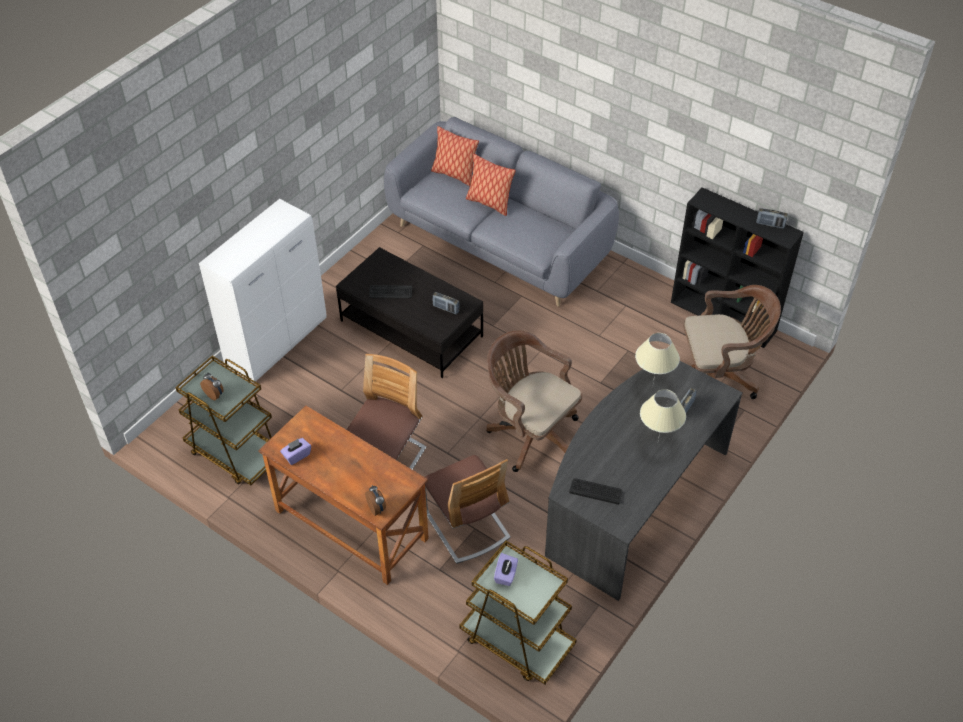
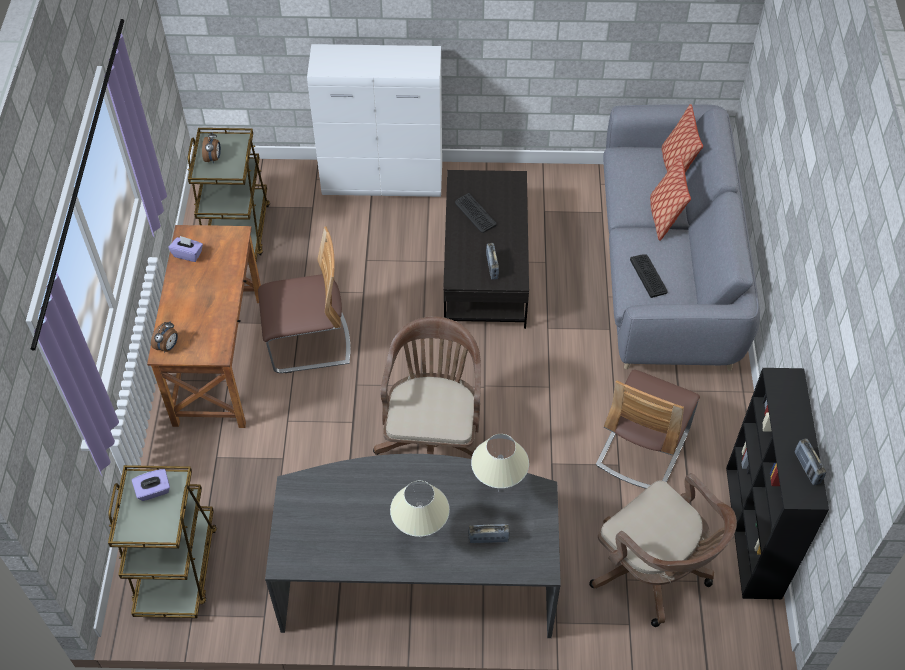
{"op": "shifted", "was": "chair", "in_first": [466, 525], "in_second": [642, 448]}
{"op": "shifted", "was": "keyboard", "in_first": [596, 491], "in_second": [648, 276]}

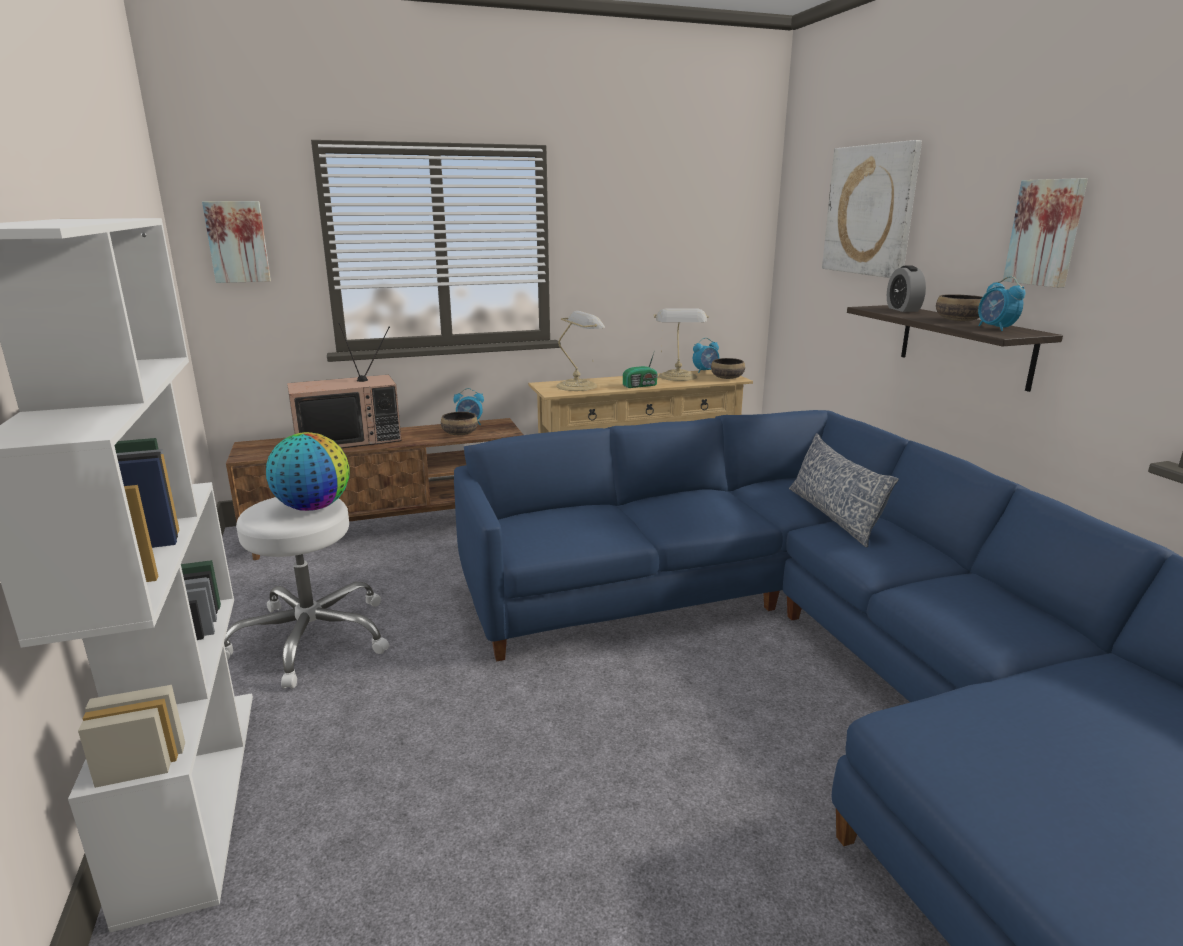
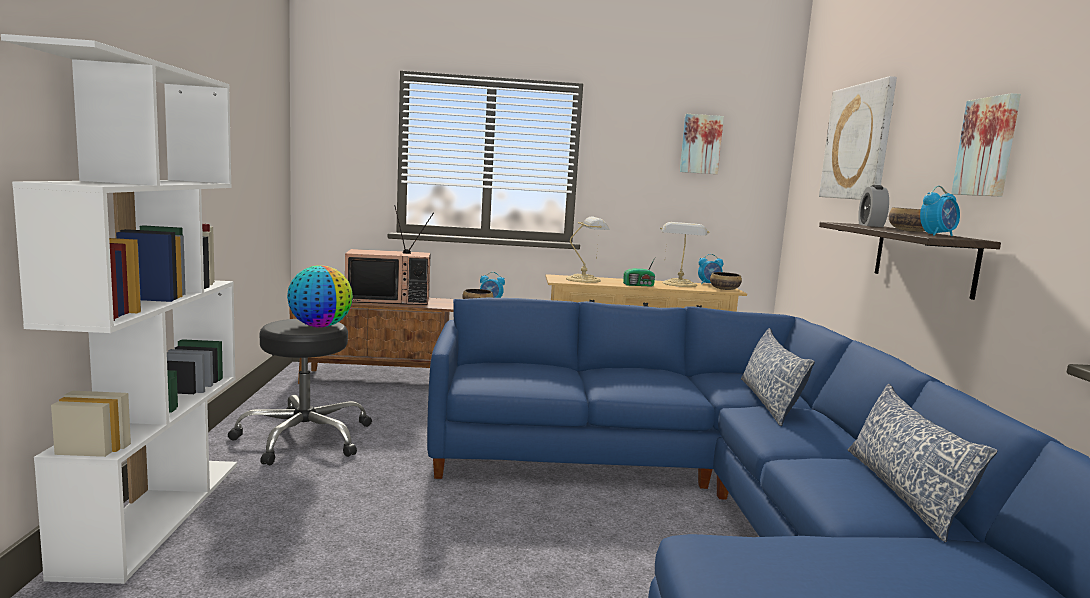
{"op": "new", "now": "pillow", "in_second": [903, 491]}
{"op": "shifted", "was": "picture", "in_first": [238, 242], "in_second": [700, 144]}
{"op": "repainted", "was": "white stool", "now": "black stool", "in_first": [311, 639], "in_second": [304, 438]}
{"op": "rotated", "was": "alarm clock", "in_first": [995, 328], "in_second": [937, 235], "clockwise": -120}

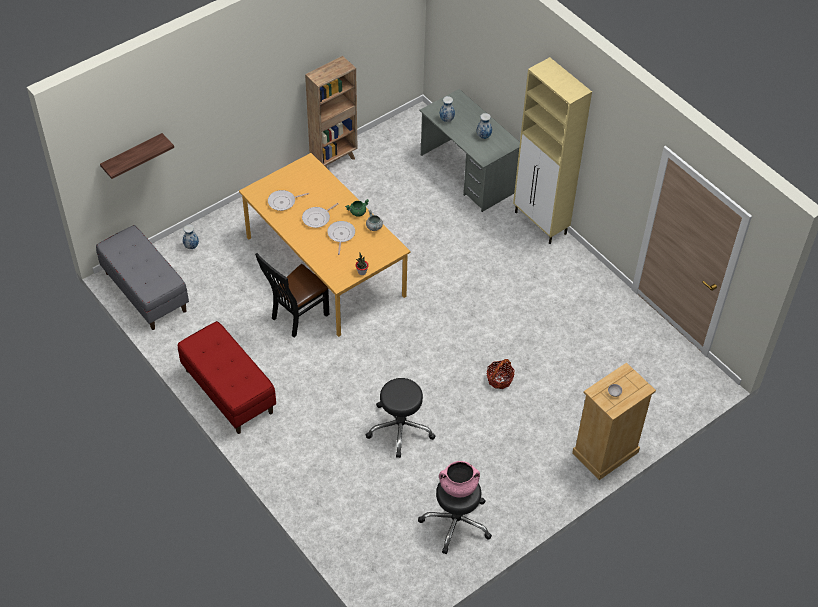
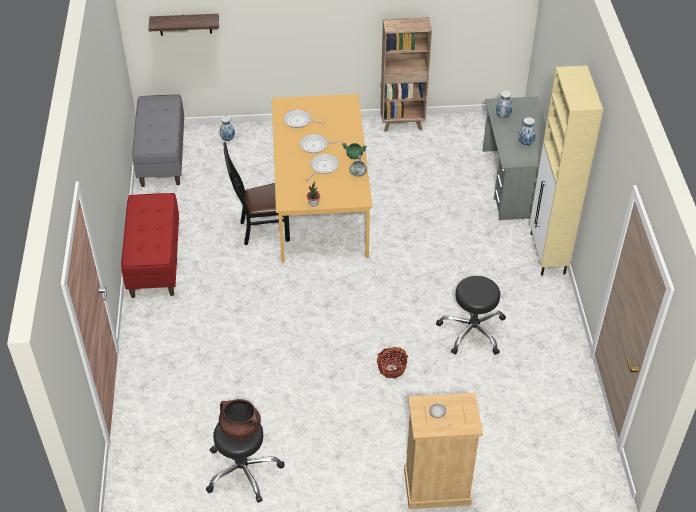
{"op": "shifted", "was": "black stool", "in_first": [400, 427], "in_second": [472, 330]}
{"op": "repainted", "was": "pink cooking pot", "now": "brown cooking pot", "in_first": [458, 486], "in_second": [240, 428]}

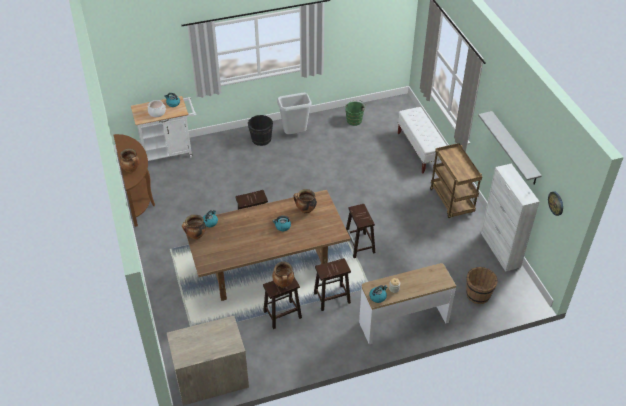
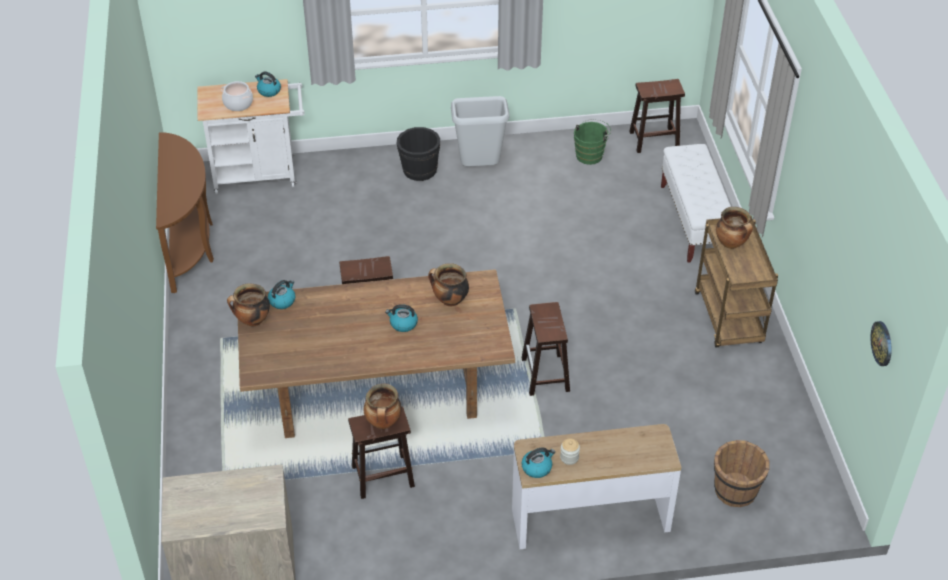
{"op": "gone", "was": "grey shelf", "in_first": [514, 148]}
{"op": "gone", "was": "white cabinet", "in_first": [500, 250]}
{"op": "shifted", "was": "cooking pot", "in_first": [131, 169], "in_second": [732, 243]}
{"op": "shifted", "was": "brown stool", "in_first": [331, 298], "in_second": [653, 140]}

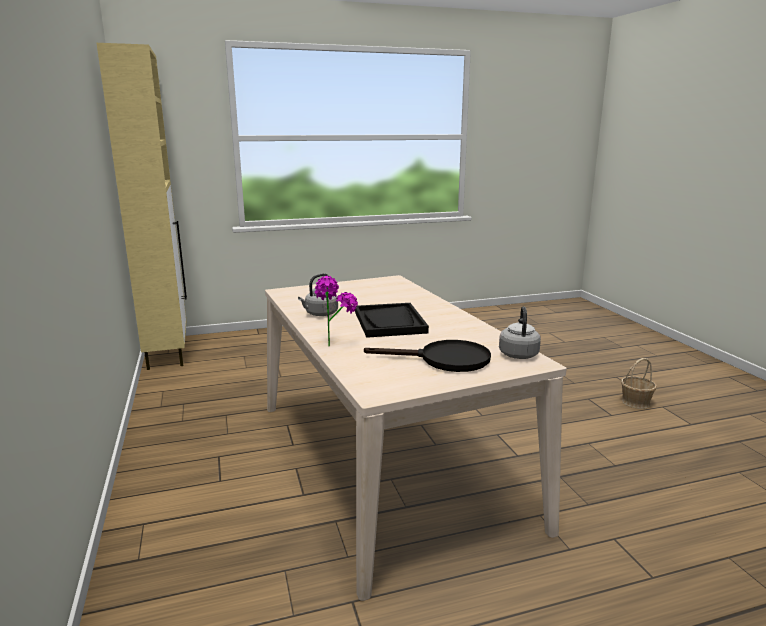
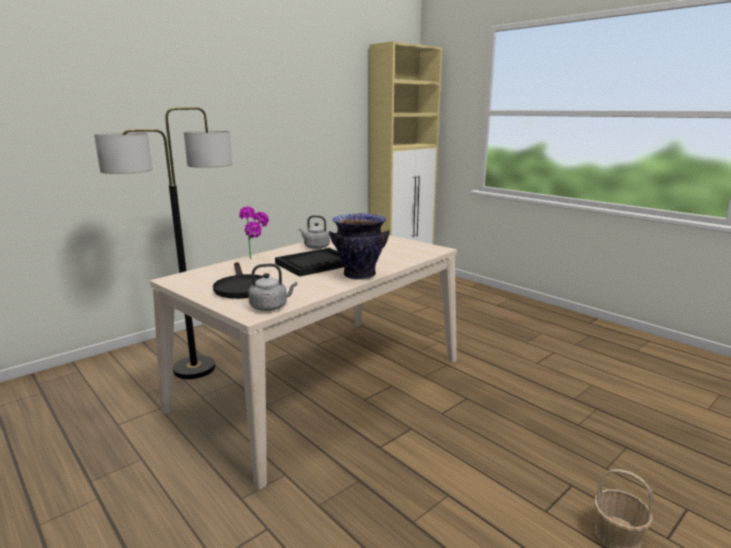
{"op": "new", "now": "floor lamp", "in_second": [194, 369]}
{"op": "new", "now": "vase", "in_second": [359, 275]}

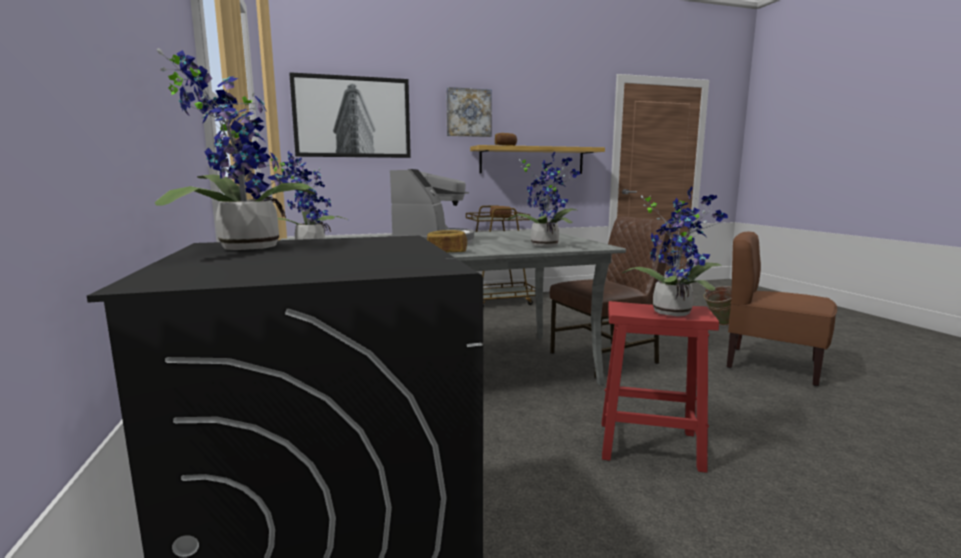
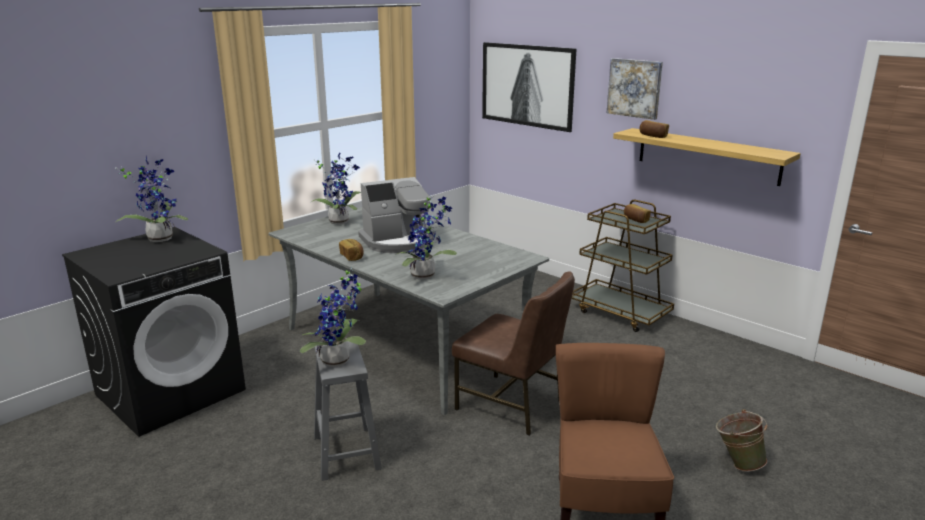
{"op": "repainted", "was": "red stool", "now": "grey stool", "in_first": [647, 445], "in_second": [346, 451]}

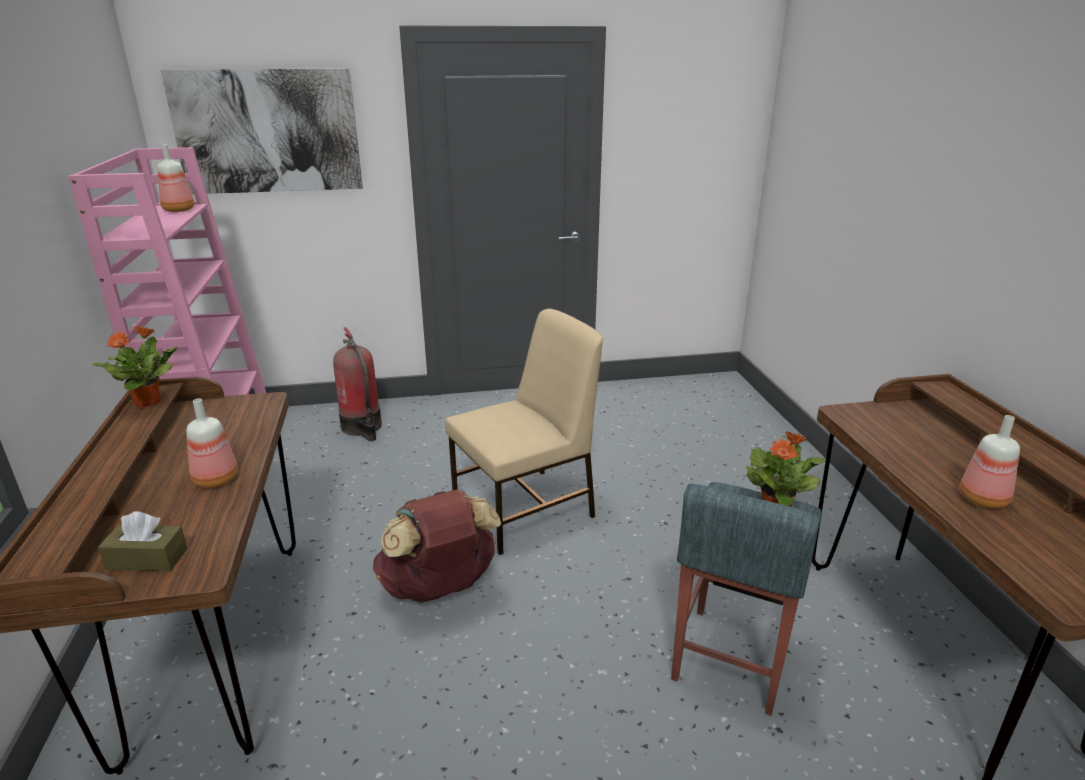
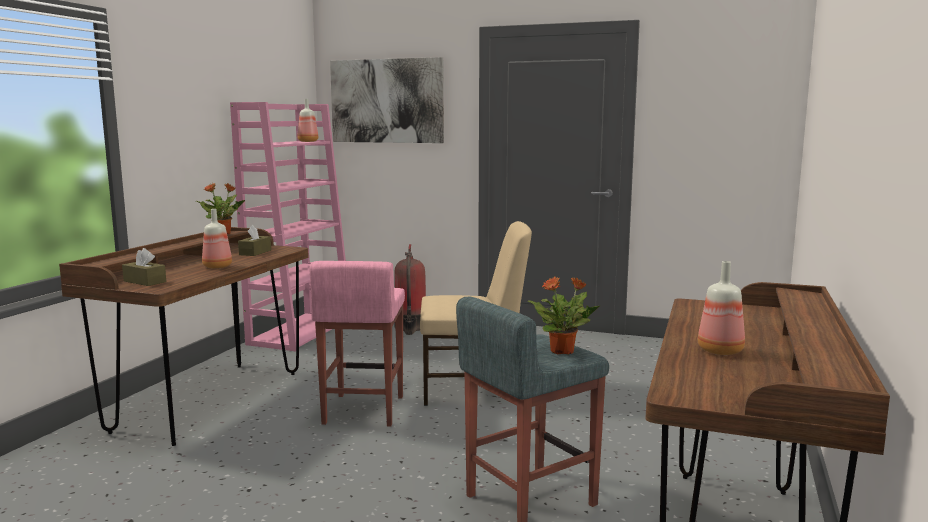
{"op": "new", "now": "brown tissue box", "in_second": [255, 252]}
{"op": "swapped", "was": "brown backpack", "now": "pink stool", "in_first": [439, 588], "in_second": [363, 410]}

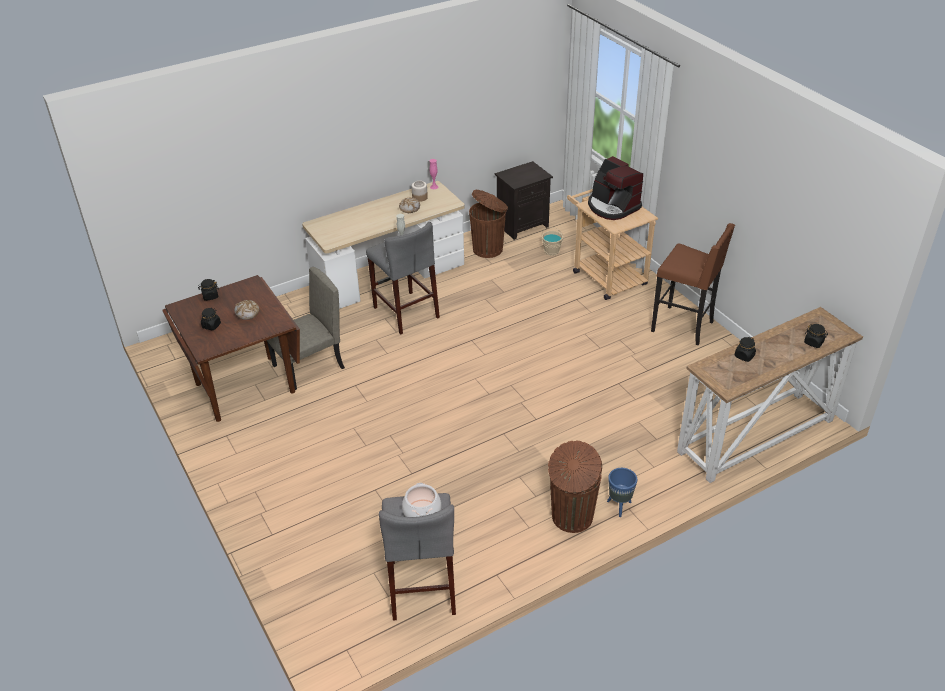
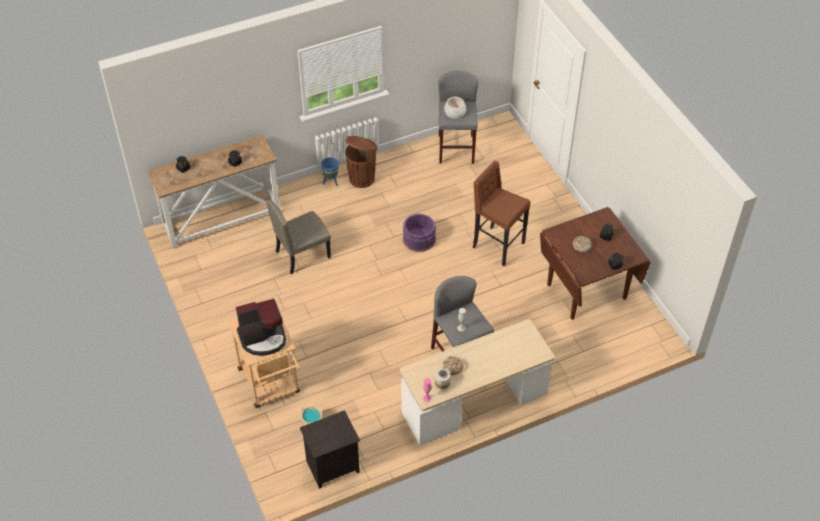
{"op": "gone", "was": "brown trash can", "in_first": [488, 249]}
{"op": "new", "now": "purple bucket", "in_second": [419, 239]}
{"op": "shifted", "was": "beige chair", "in_first": [309, 367], "in_second": [302, 254]}
{"op": "shifted", "was": "brown stool", "in_first": [684, 326], "in_second": [497, 245]}
{"op": "rotated", "was": "coffee machine", "in_first": [612, 207], "in_second": [263, 338], "clockwise": 105}

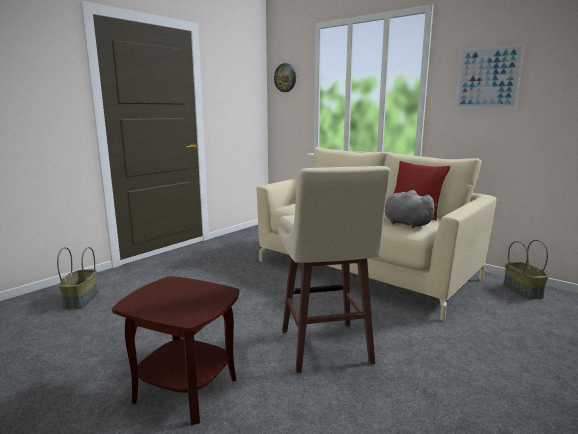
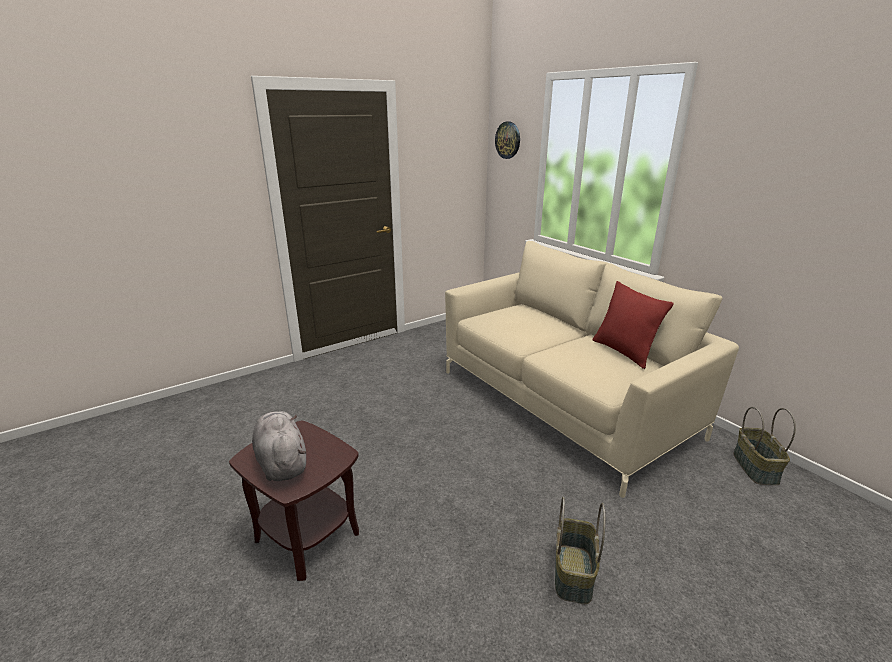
{"op": "gone", "was": "beige stool", "in_first": [325, 348]}
{"op": "gone", "was": "picture", "in_first": [487, 78]}
{"op": "shifted", "was": "basket", "in_first": [81, 300], "in_second": [574, 574]}
{"op": "shifted", "was": "grey plush toy", "in_first": [405, 223], "in_second": [281, 462]}

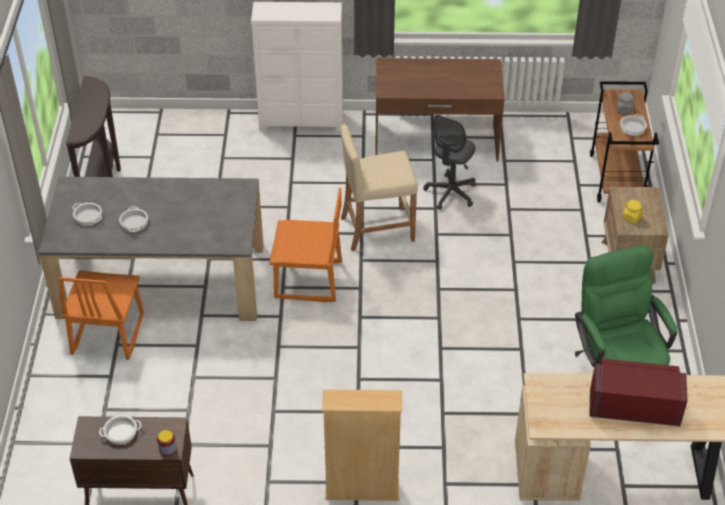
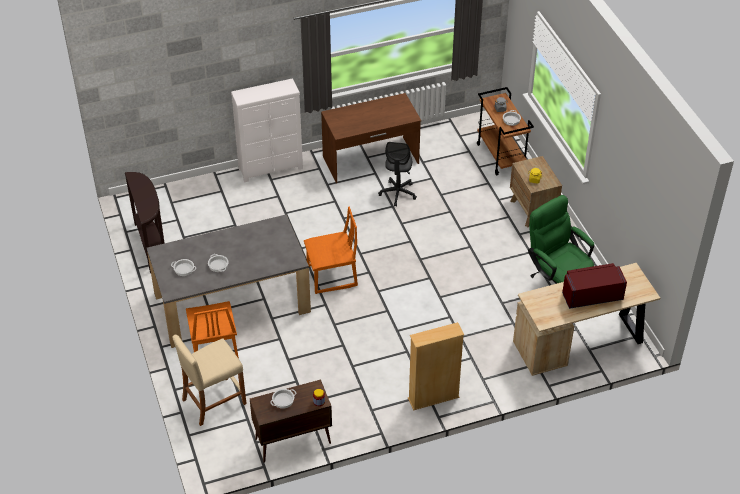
{"op": "shifted", "was": "beige stool", "in_first": [377, 229], "in_second": [214, 401]}

